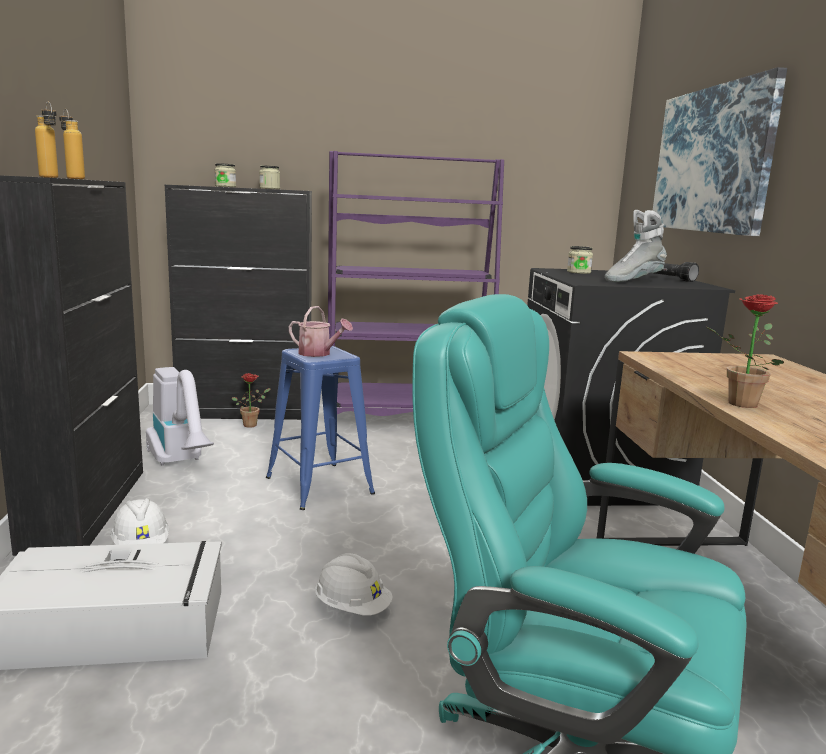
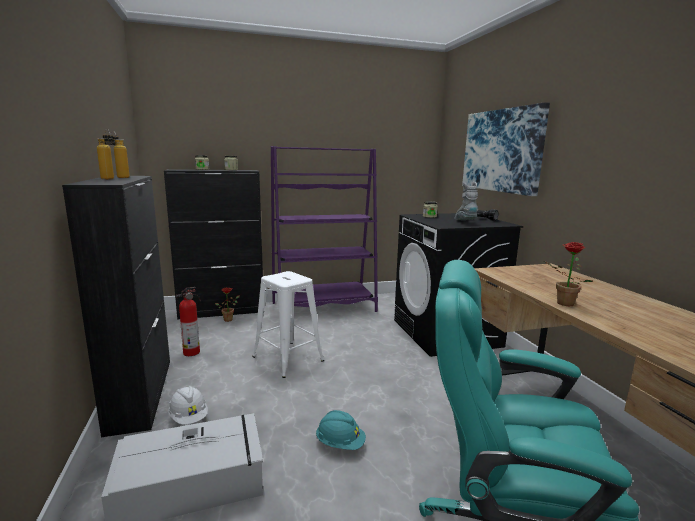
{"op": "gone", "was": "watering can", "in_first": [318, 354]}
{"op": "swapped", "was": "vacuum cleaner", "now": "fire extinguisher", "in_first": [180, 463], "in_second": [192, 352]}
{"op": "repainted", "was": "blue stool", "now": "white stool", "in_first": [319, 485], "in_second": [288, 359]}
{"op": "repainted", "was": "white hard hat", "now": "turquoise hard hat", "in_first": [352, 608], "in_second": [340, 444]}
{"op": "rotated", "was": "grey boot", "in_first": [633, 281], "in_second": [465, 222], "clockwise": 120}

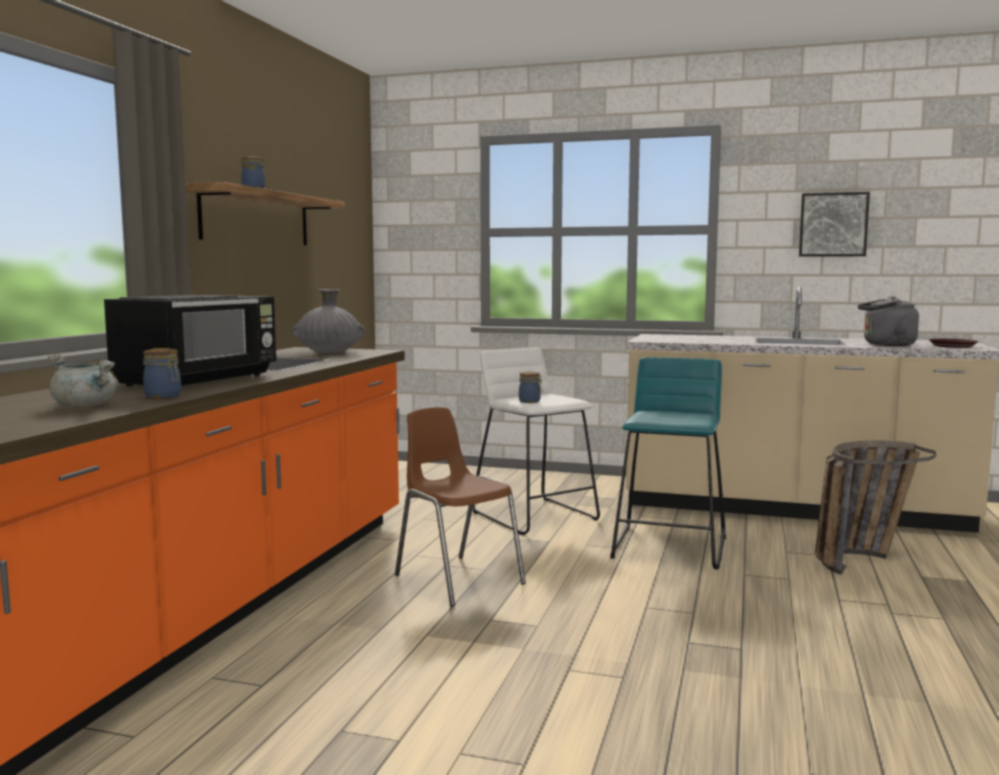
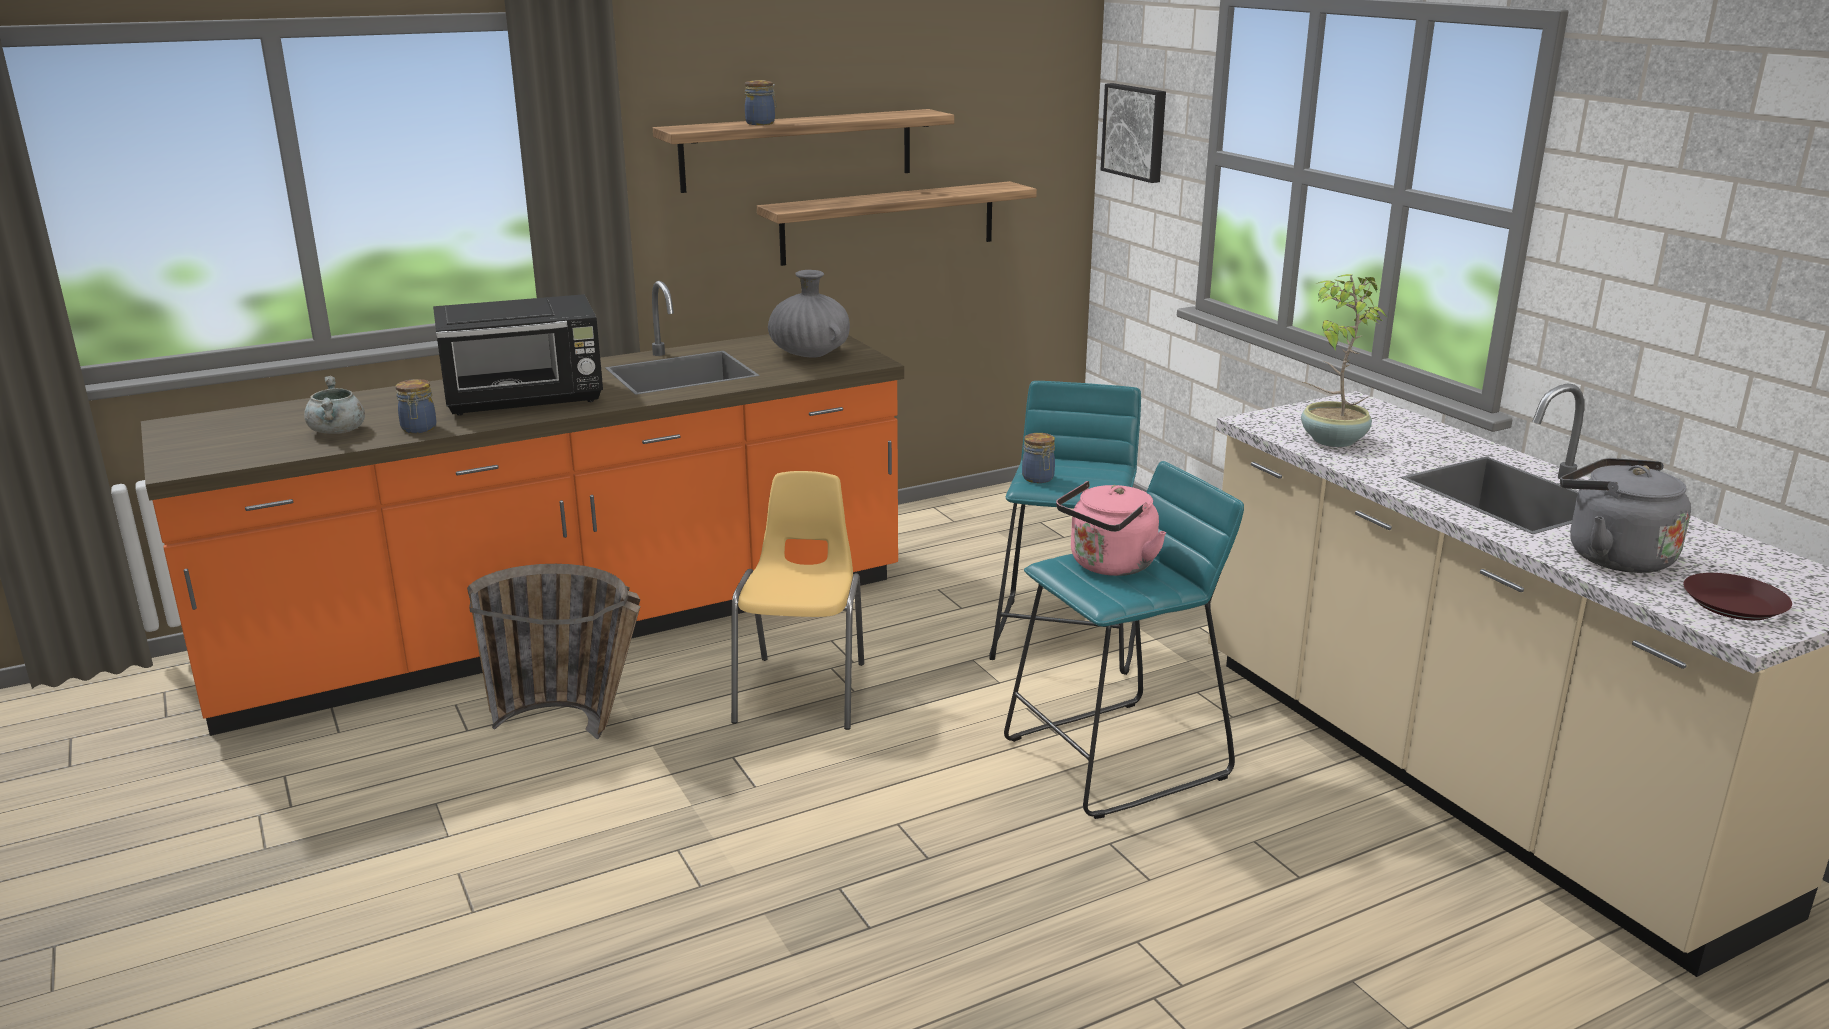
{"op": "new", "now": "shelf", "in_second": [889, 222]}
{"op": "new", "now": "pink kettle", "in_second": [1109, 566]}
{"op": "new", "now": "potted plant", "in_second": [1331, 440]}
{"op": "shifted", "was": "picture", "in_first": [833, 225], "in_second": [1136, 132]}
{"op": "shifted", "was": "basket", "in_first": [862, 559], "in_second": [576, 727]}
{"op": "repainted", "was": "brown chair", "now": "yellow chair", "in_first": [457, 579], "in_second": [803, 692]}
{"op": "repainted", "was": "white stool", "now": "turquoise stool", "in_first": [535, 515], "in_second": [1067, 635]}

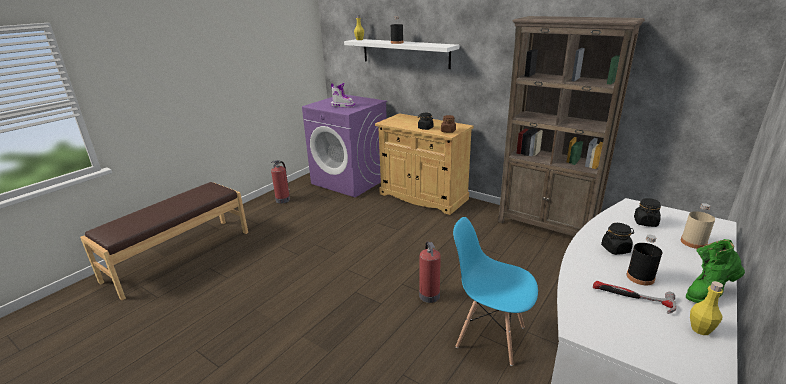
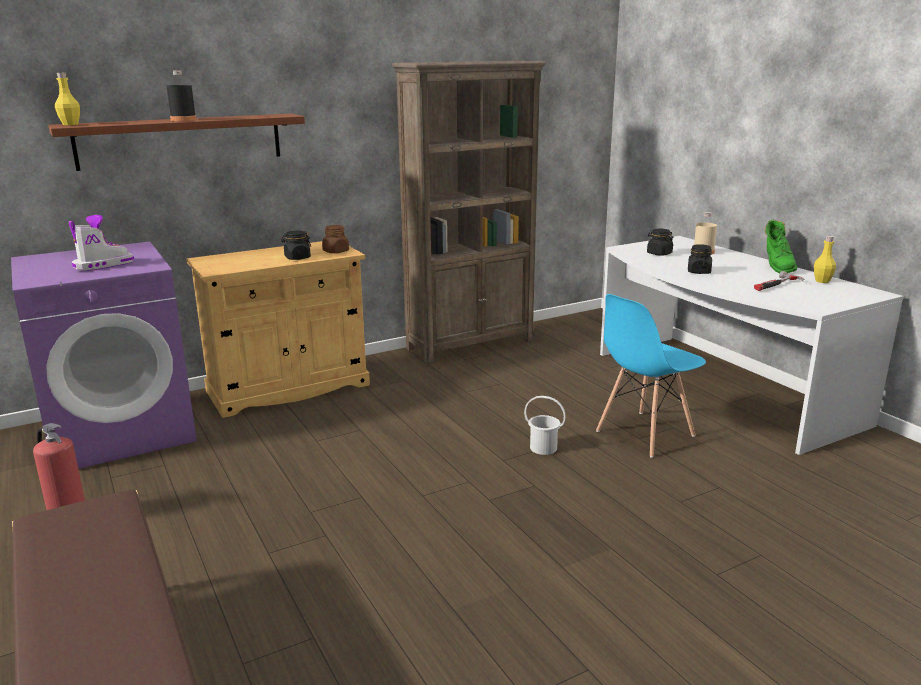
{"op": "gone", "was": "black bottle", "in_first": [640, 277]}
{"op": "swapped", "was": "fire extinguisher", "now": "white bucket", "in_first": [429, 295], "in_second": [543, 448]}
{"op": "repainted", "was": "white shelf", "now": "brown shelf", "in_first": [405, 53], "in_second": [181, 141]}

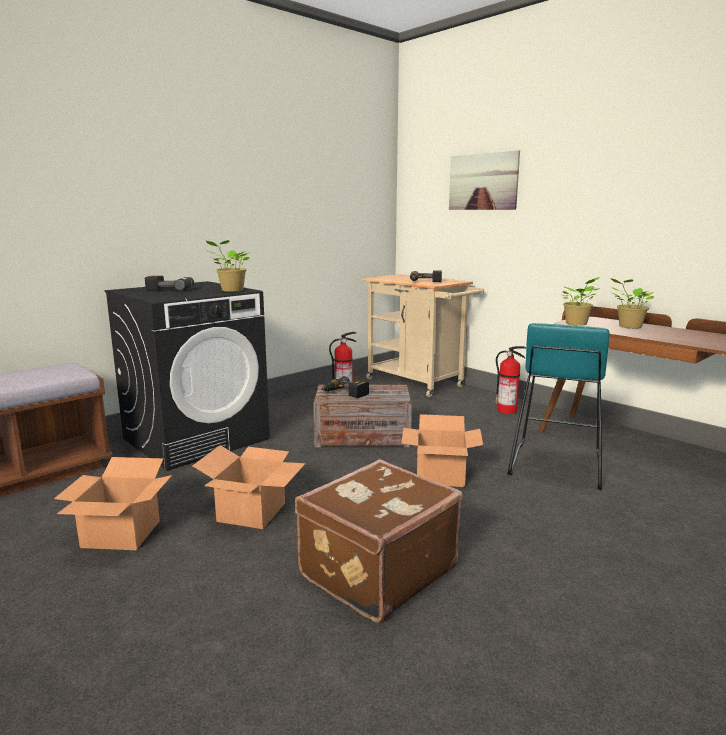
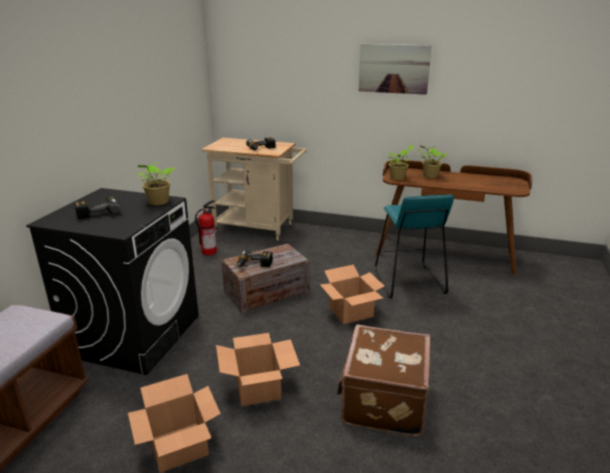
{"op": "gone", "was": "fire extinguisher", "in_first": [507, 411]}
{"op": "shifted", "was": "picture", "in_first": [483, 181], "in_second": [394, 68]}

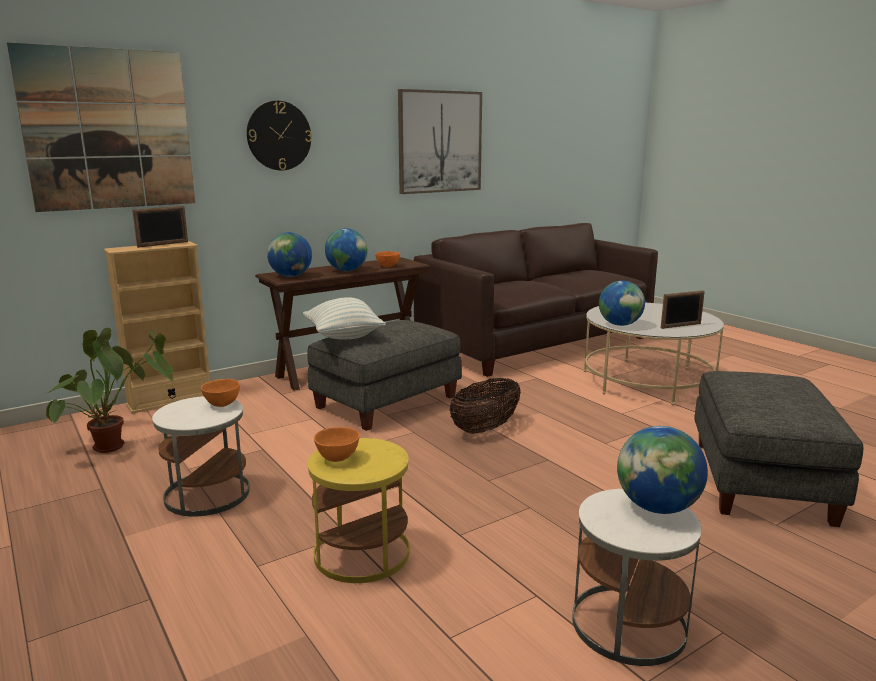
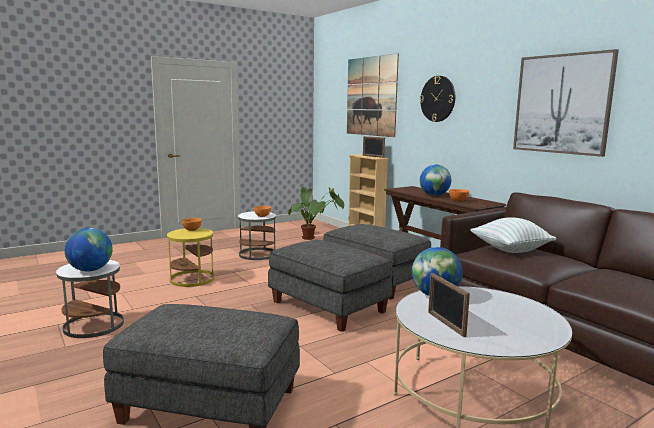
{"op": "gone", "was": "globe", "in_first": [291, 276]}
{"op": "shifted", "was": "pillow", "in_first": [344, 337], "in_second": [510, 250]}
{"op": "swapped", "was": "basket", "now": "grey ottoman", "in_first": [485, 428], "in_second": [329, 307]}

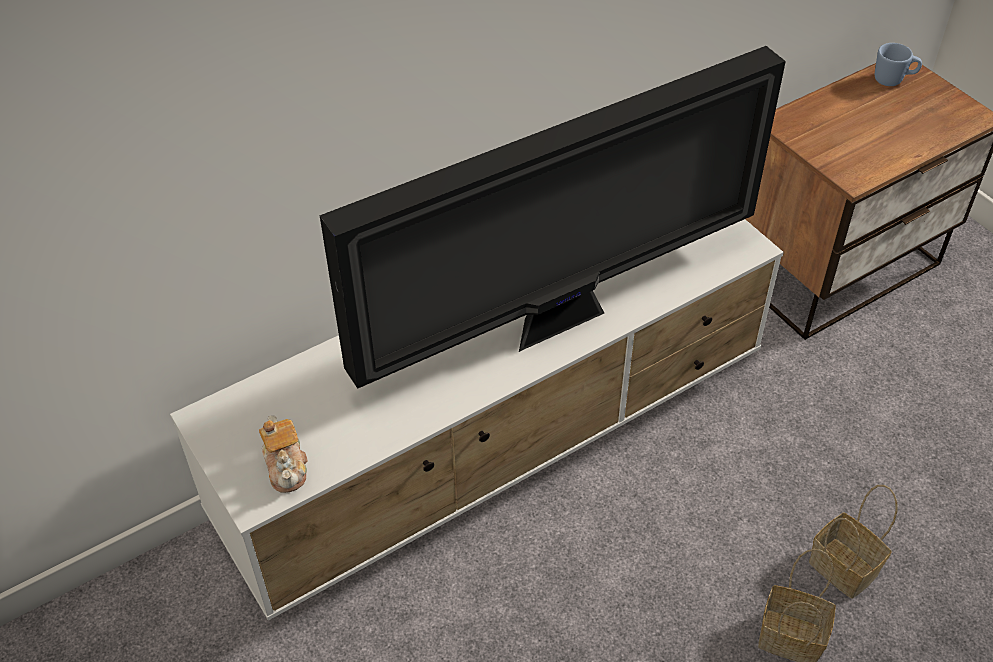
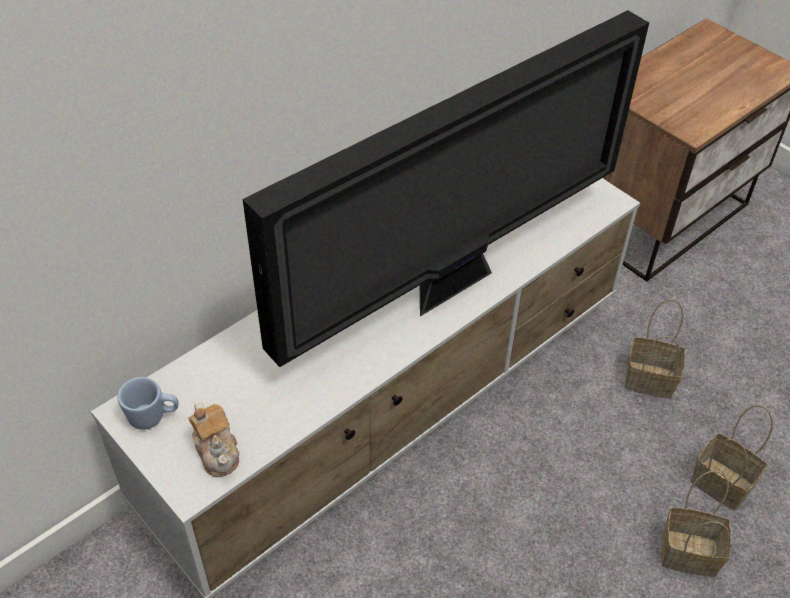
{"op": "new", "now": "basket", "in_second": [651, 379]}
{"op": "shifted", "was": "blue mug", "in_first": [893, 80], "in_second": [153, 417]}

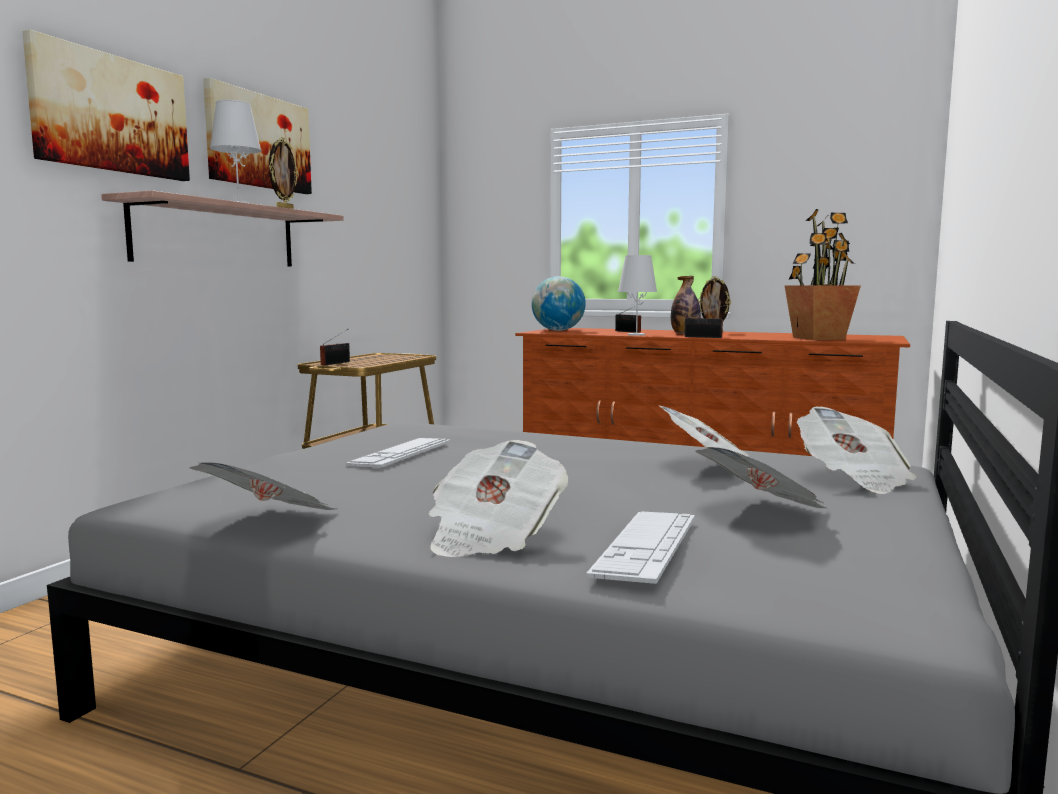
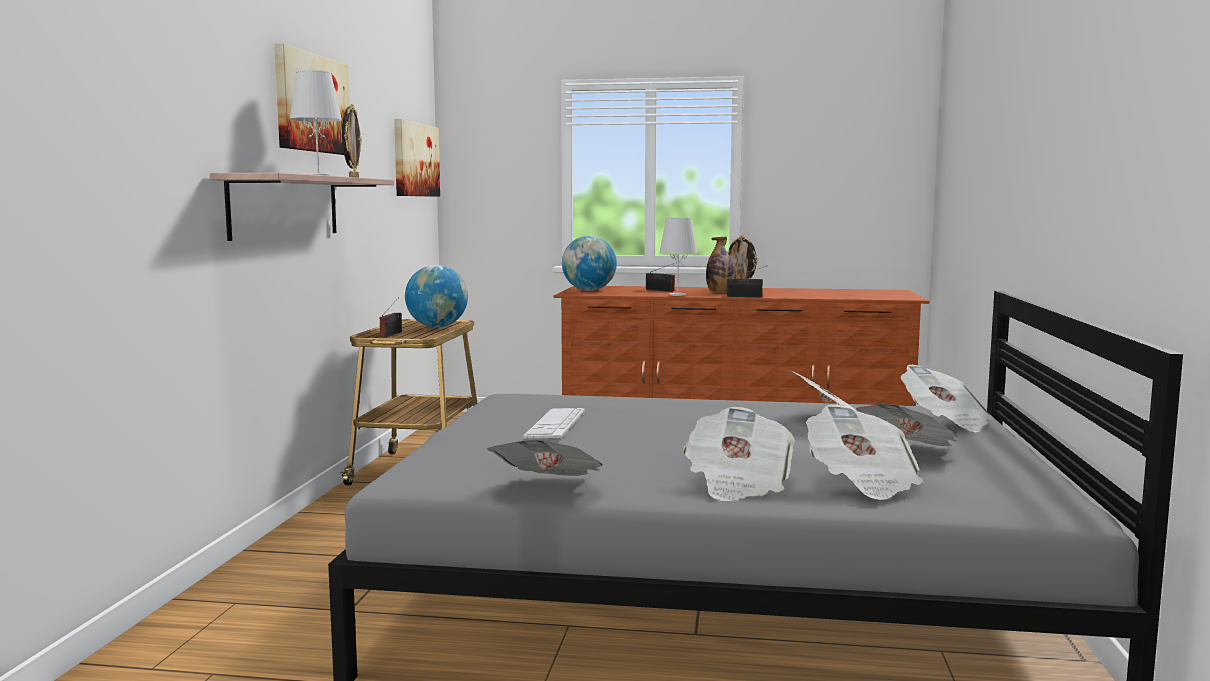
{"op": "gone", "was": "potted plant", "in_first": [819, 338]}
{"op": "new", "now": "globe", "in_second": [437, 327]}
{"op": "shifted", "was": "picture", "in_first": [111, 114], "in_second": [415, 160]}
{"op": "swapped", "was": "keyboard", "now": "newspaper", "in_first": [646, 546], "in_second": [862, 482]}

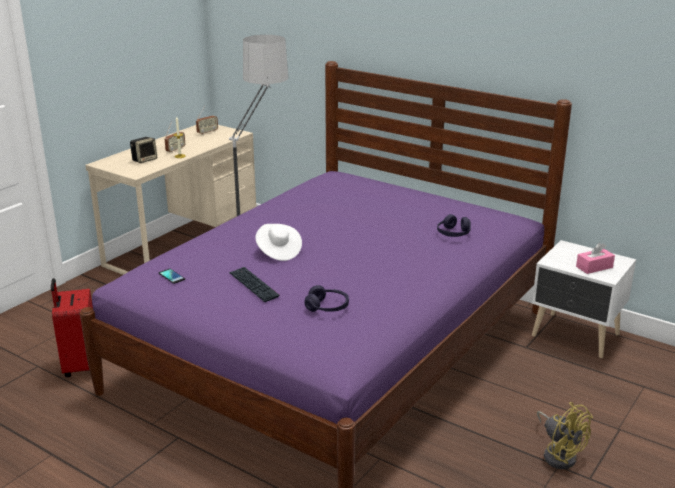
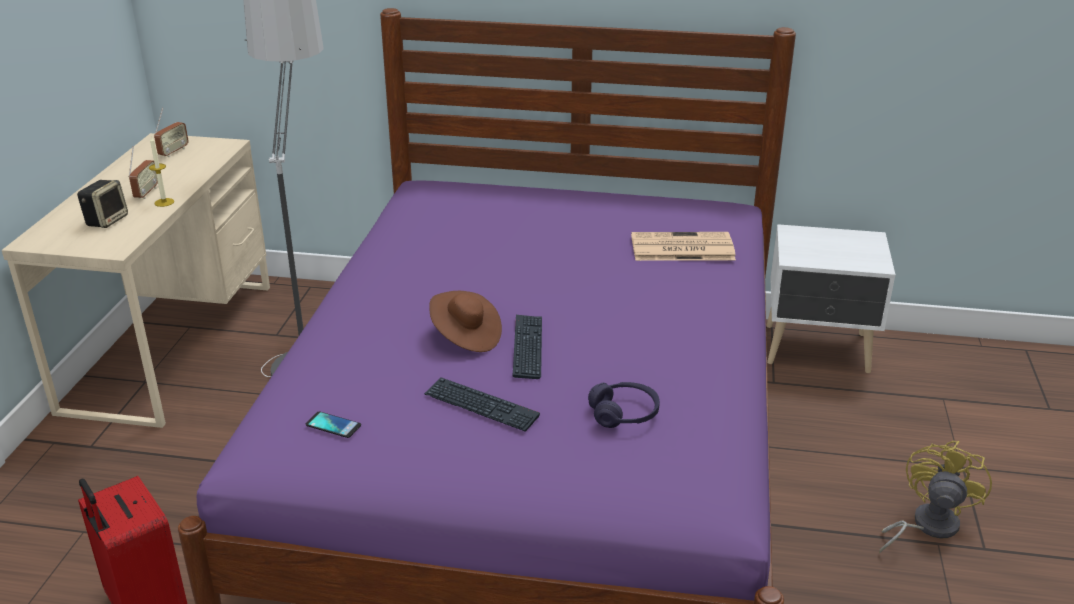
{"op": "gone", "was": "pink tissue box", "in_first": [594, 267]}
{"op": "new", "now": "keyboard", "in_second": [527, 347]}
{"op": "swapped", "was": "purple headphones", "now": "newspaper", "in_first": [453, 233], "in_second": [680, 248]}
{"op": "repainted", "was": "white hat", "now": "brown hat", "in_first": [278, 251], "in_second": [465, 337]}
{"op": "rotated", "was": "yellow fan", "in_first": [559, 454], "in_second": [926, 526], "clockwise": -90}

